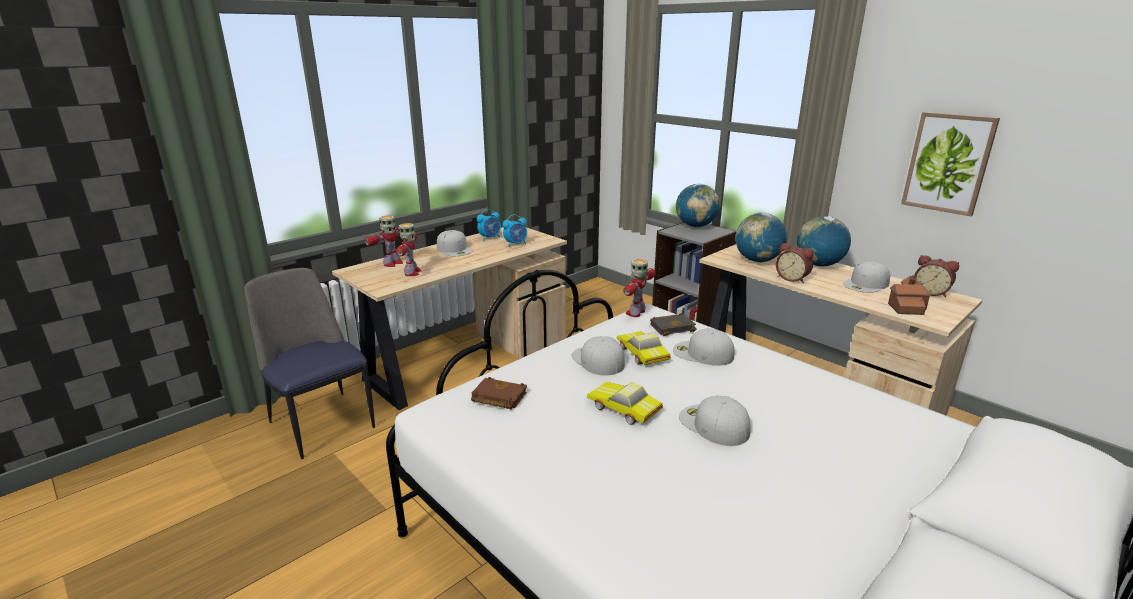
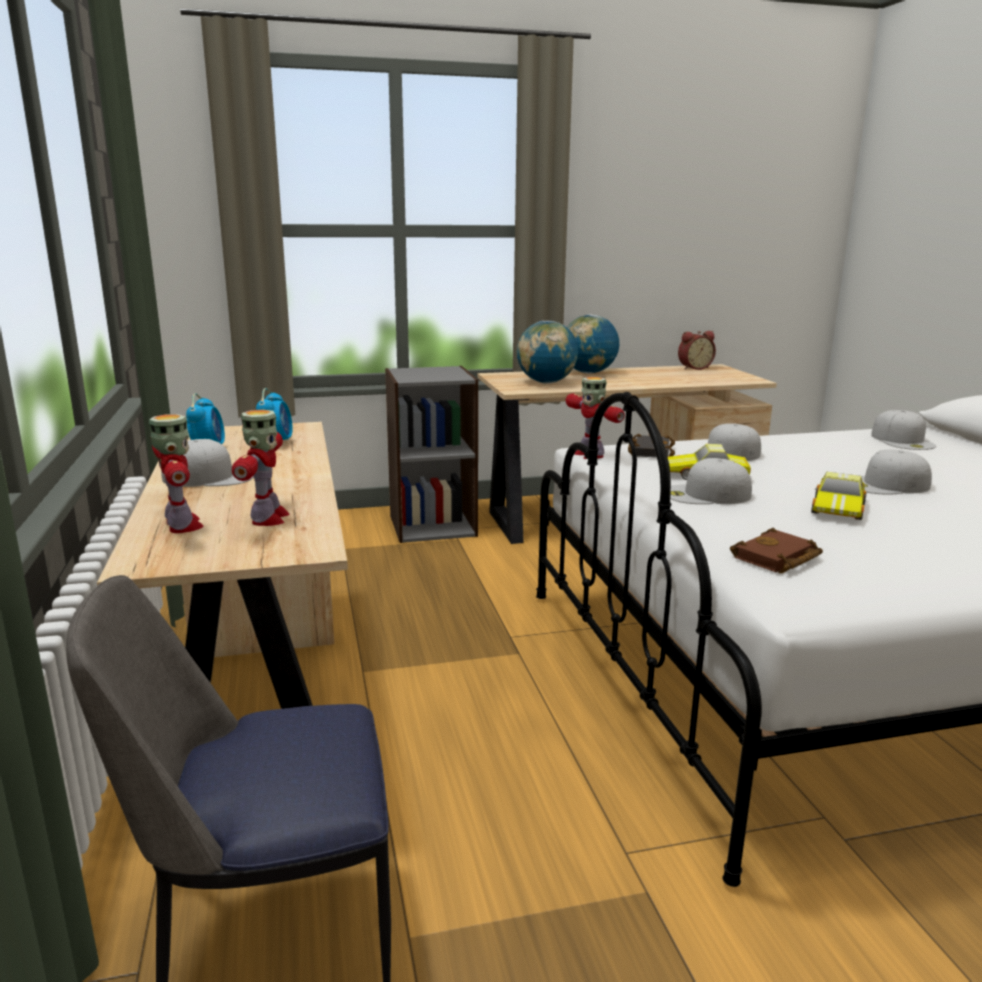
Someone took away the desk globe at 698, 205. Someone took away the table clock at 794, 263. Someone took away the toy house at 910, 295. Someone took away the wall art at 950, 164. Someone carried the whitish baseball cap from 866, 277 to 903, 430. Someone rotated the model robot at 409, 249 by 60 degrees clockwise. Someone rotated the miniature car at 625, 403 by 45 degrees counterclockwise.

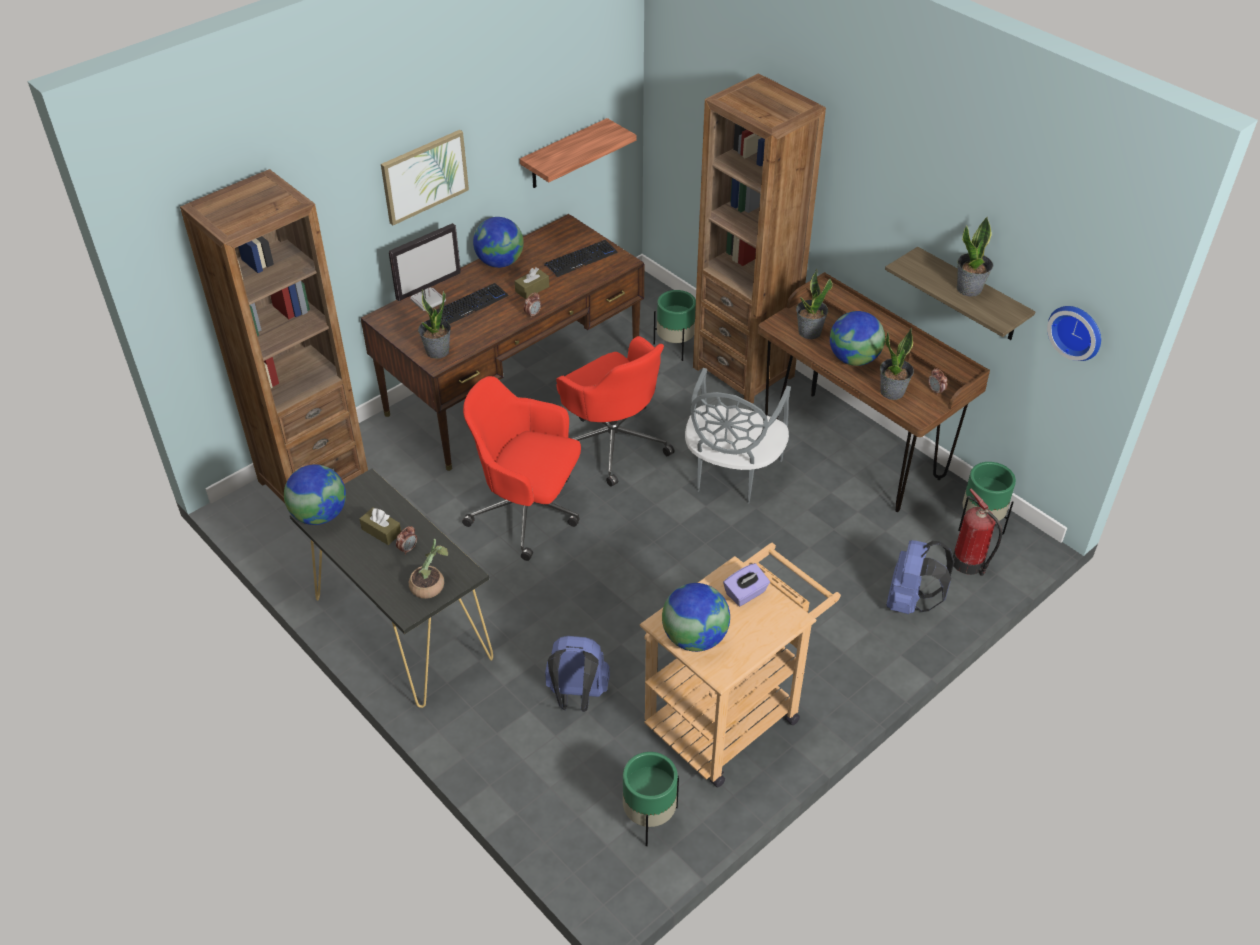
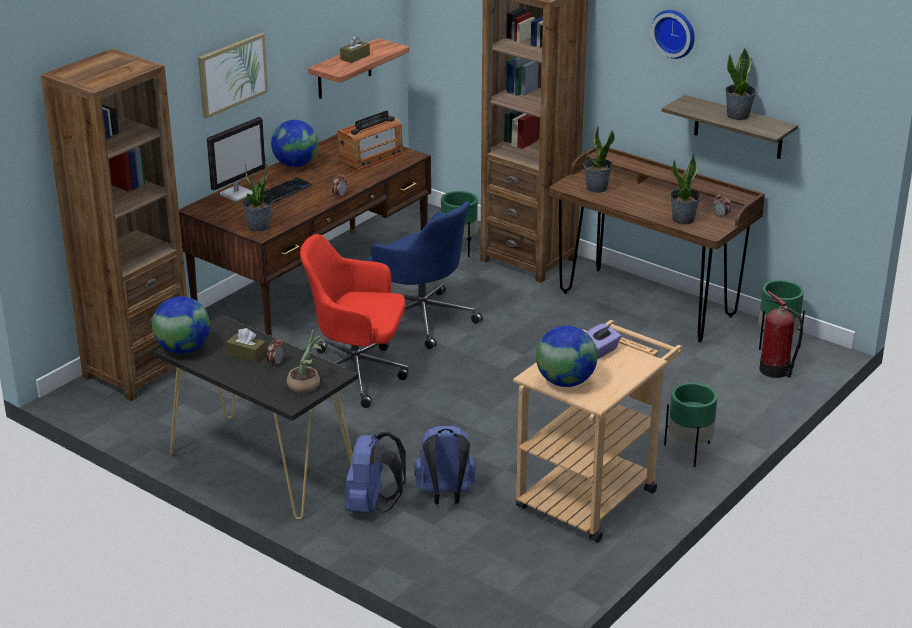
Someone took away the greyish upright chair at 738, 436. Someone took away the desk globe at 857, 338. Someone carried the brown-coloured tissue box from 532, 283 to 355, 49. Someone carried the green plant pot from 651, 799 to 691, 424. Someone carried the blue-coloured rucksack from 920, 577 to 375, 472. Someone carried the clock on the wall from 1074, 333 to 673, 34. Someone swapped the PC keyboard at 581, 258 for the radio receiver at 370, 140. Someone repainted the reddish computer chair at 615, 411, which became the blue-coloured computer chair at 425, 275.

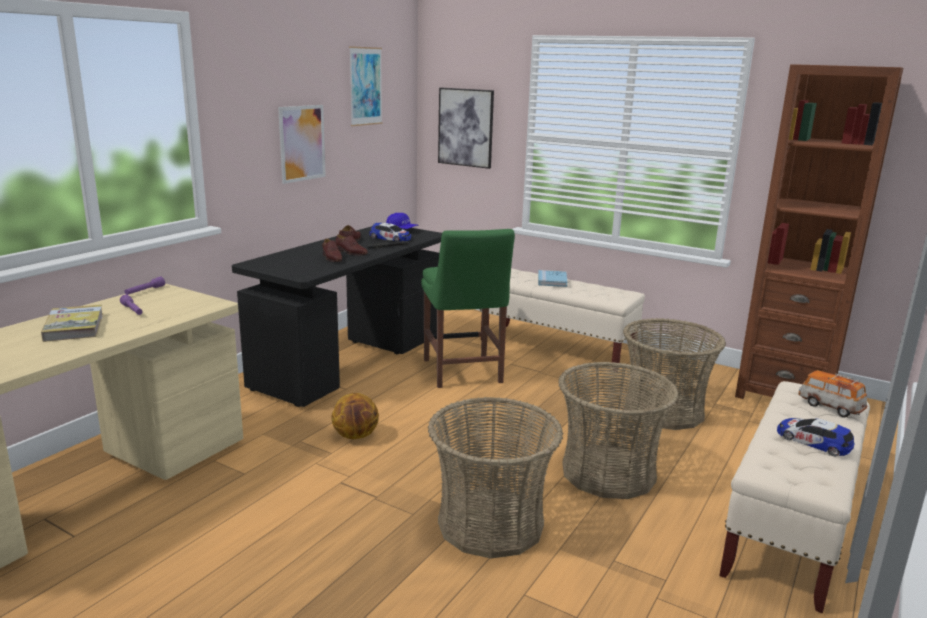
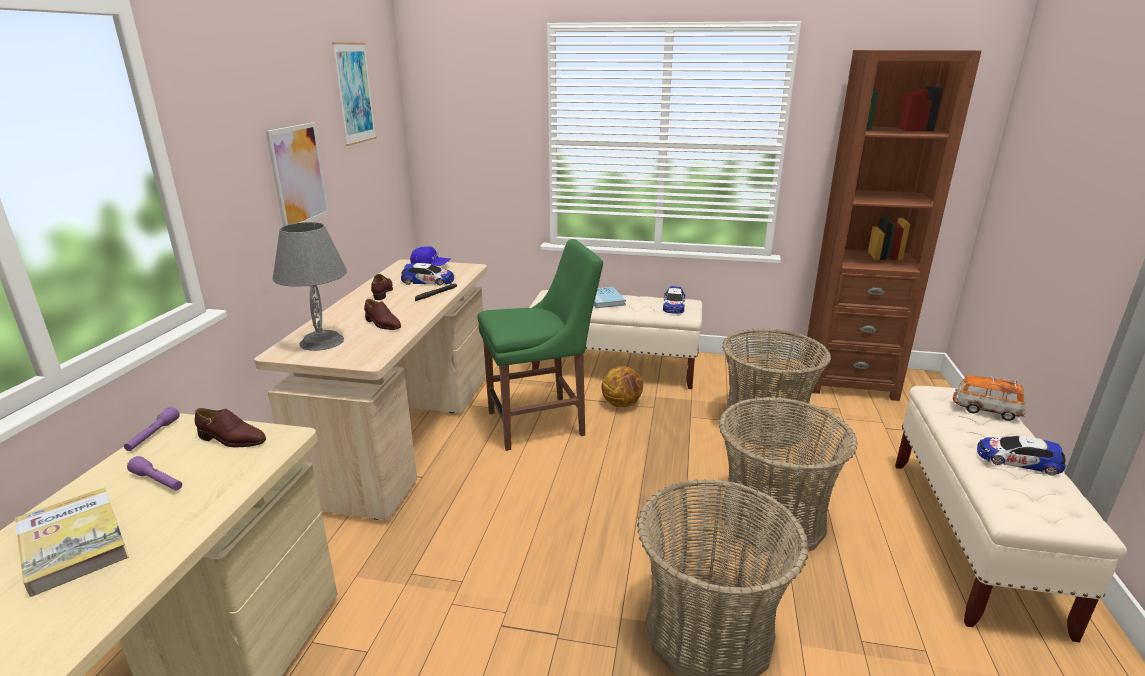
Someone took away the wall art at 466, 128. Someone put down the greyish tabletop lamp at 310, 286. Someone put down the miniature car at 674, 300. Someone carried the basketball from 355, 416 to 622, 386. Someone carried the brown-coloured item of footwear from 351, 245 to 230, 427. Someone repainted the black desk at 337, 316, which became the sand-coloured desk at 370, 389. Someone rotated the green upright chair at 468, 308 by 75 degrees counterclockwise.

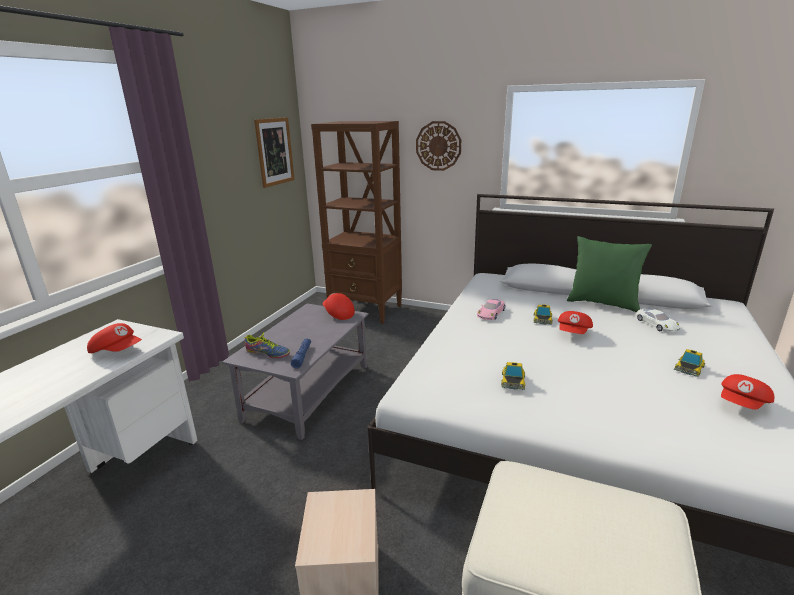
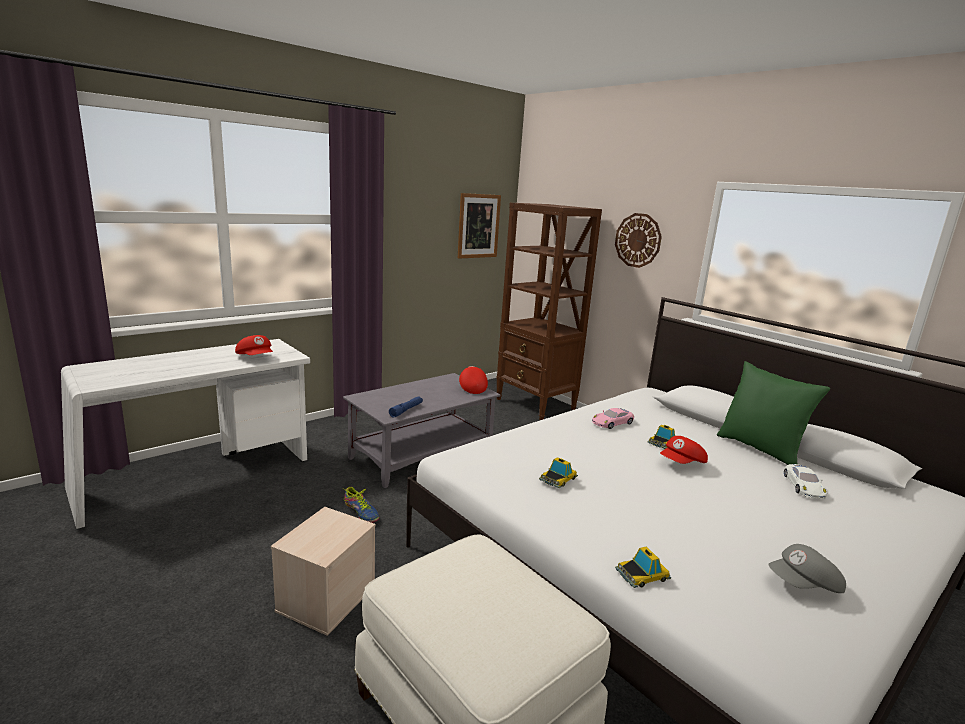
Someone carried the item of footwear from 267, 345 to 361, 505. Someone carried the miniature car from 689, 363 to 643, 567. Someone repainted the reddish baseball cap at 747, 392, which became the greyish baseball cap at 807, 568.

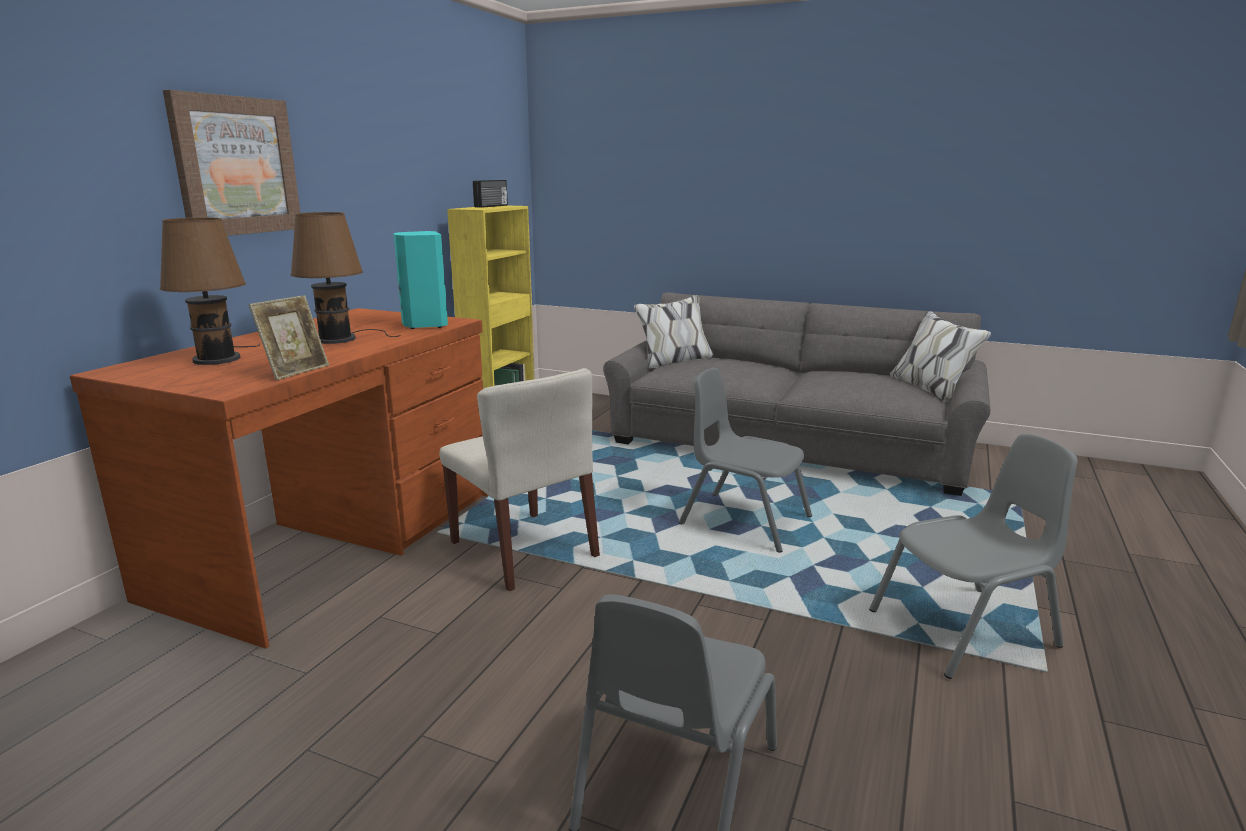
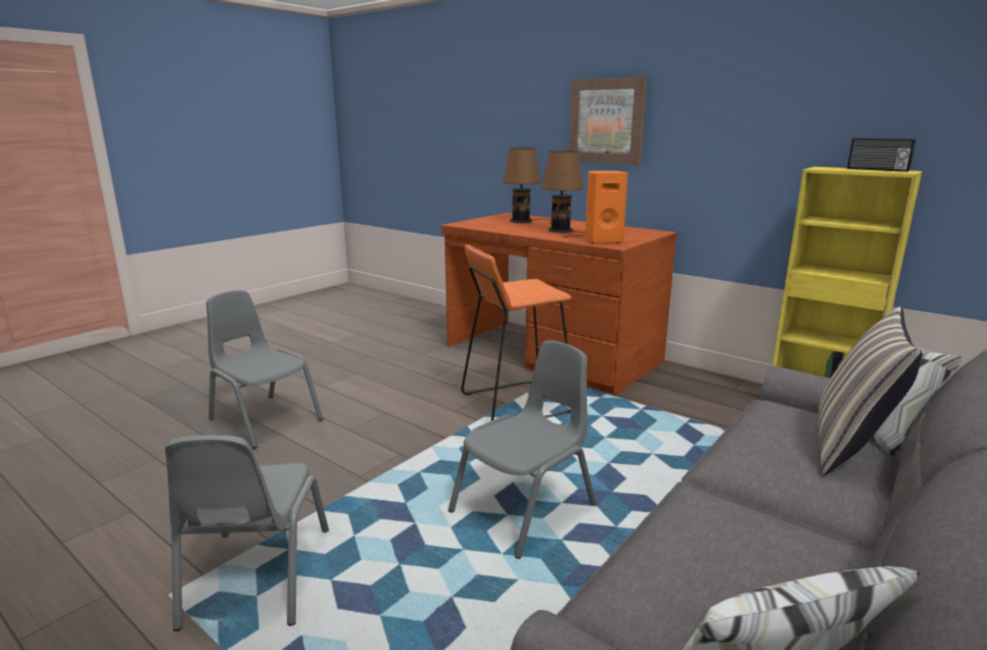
Someone took away the picture frame at 289, 337. Someone put down the pillow at 871, 391. Someone swapped the sand-coloured upright chair at 519, 479 for the orangey sitting stool at 516, 333. Someone repainted the blue-green speaker at 420, 280, which became the orangey speaker at 606, 207.

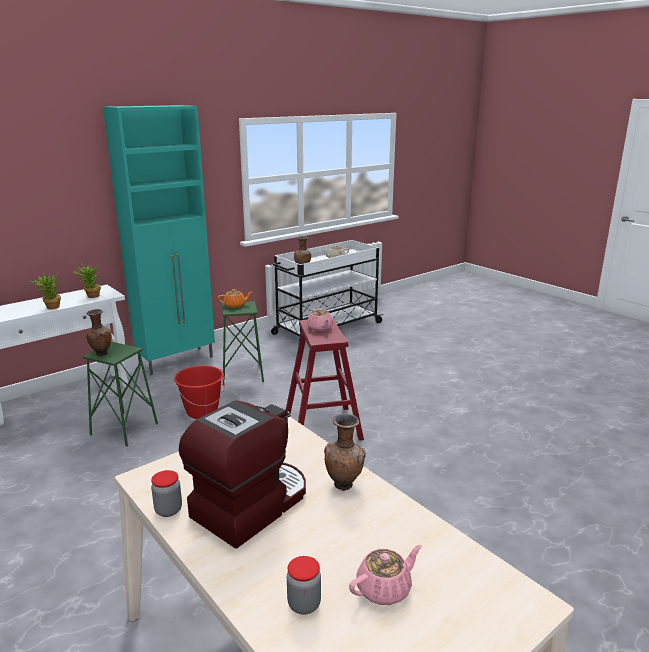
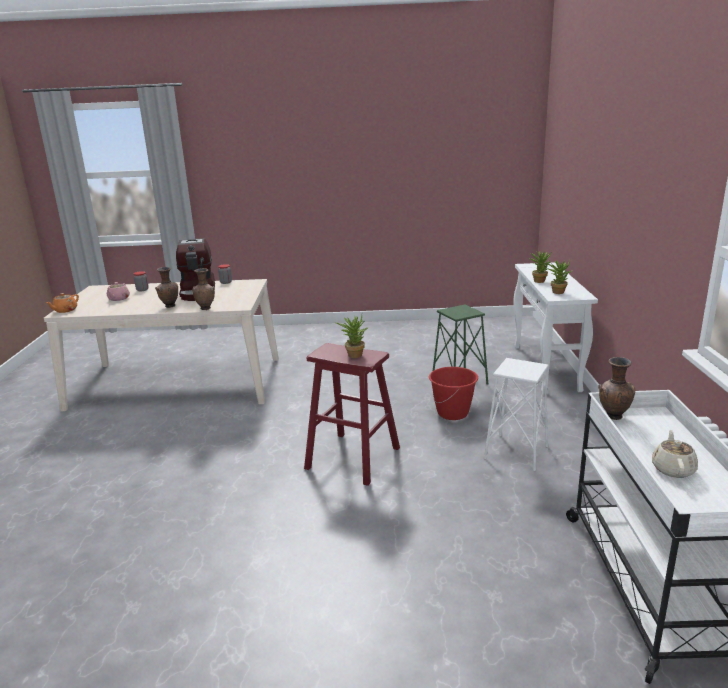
Someone took away the blue-green cupboard at 159, 240. Someone carried the brown-coloured vase from 99, 332 to 203, 289. Someone carried the orangey tea pot from 235, 298 to 62, 303. Someone swapped the pink-coloured tea pot at 320, 319 for the plant in a pot at 352, 336. Someone repainted the green sitting stool at 243, 343, which became the whitish sitting stool at 516, 414.

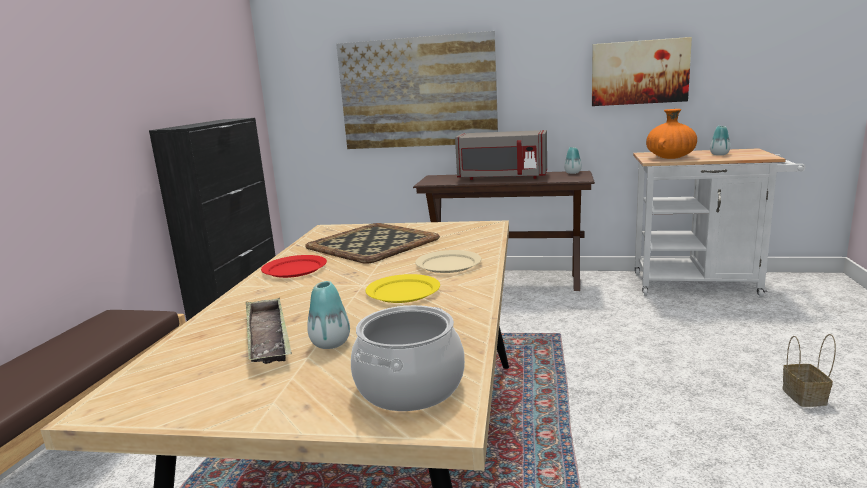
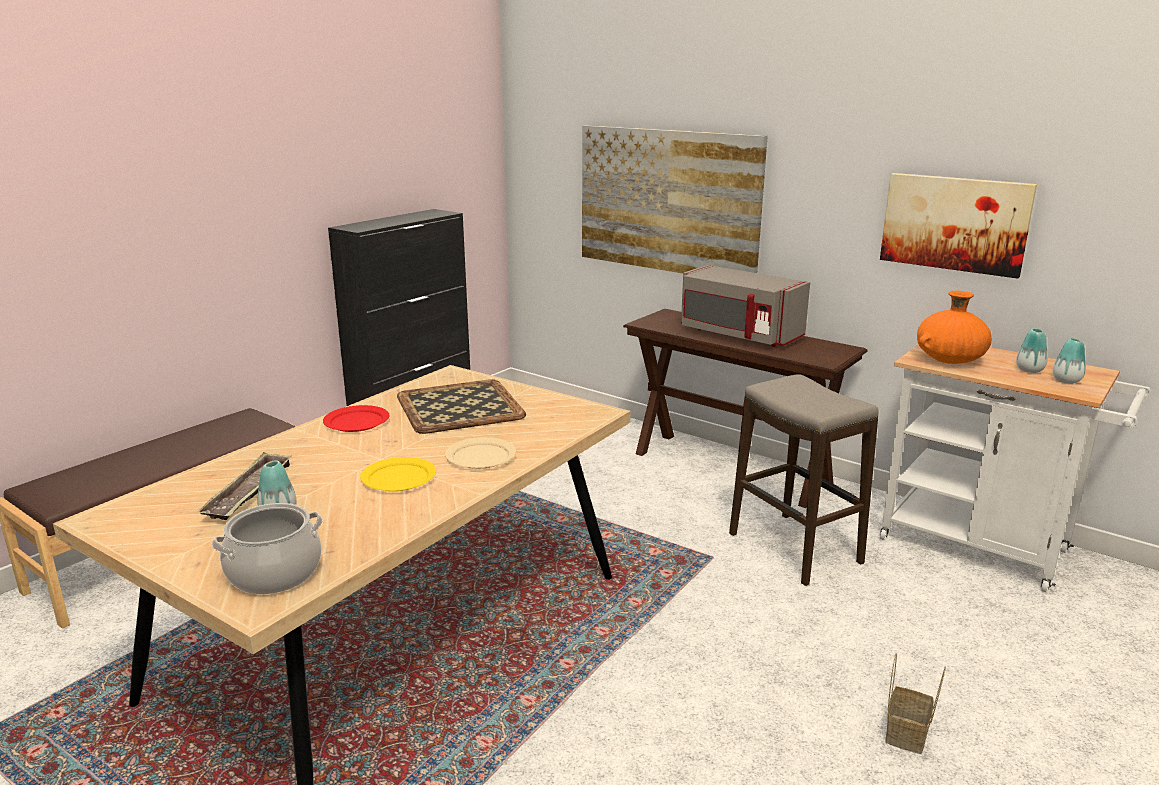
Someone put down the sitting stool at 803, 480. Someone carried the vase from 573, 160 to 1069, 361.

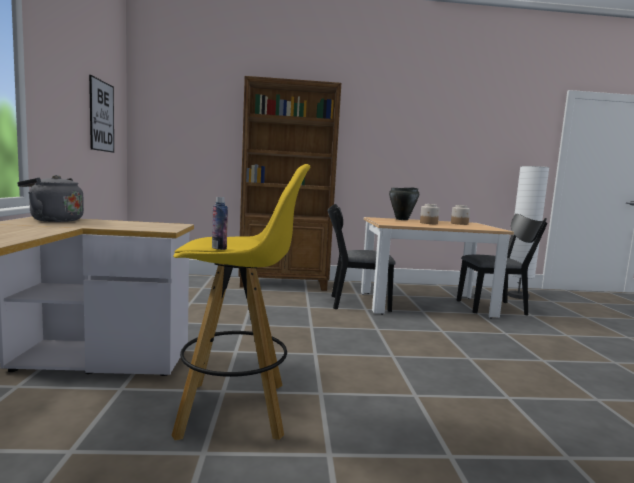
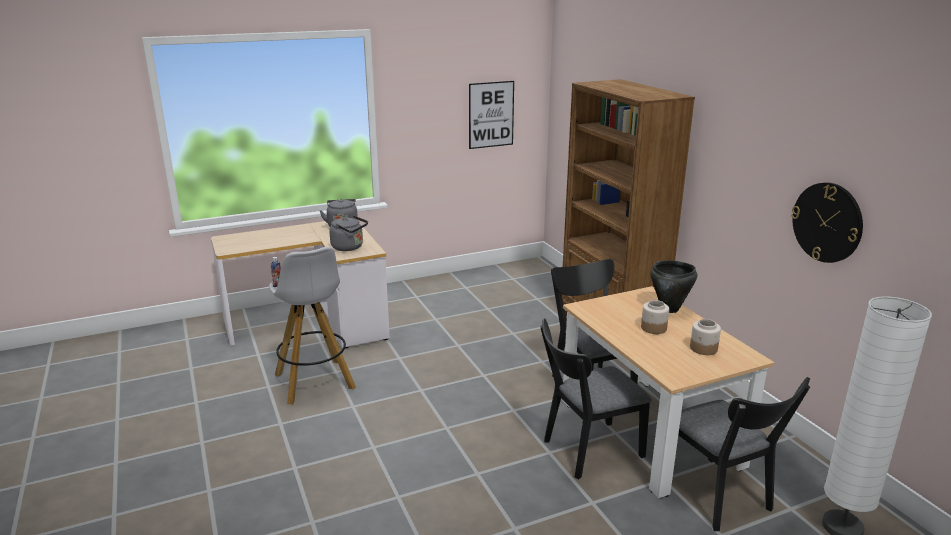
Someone put down the greyish kettle at 348, 233. Someone put down the black upright chair at 596, 398. Someone put up the clock on the wall at 827, 222. Someone repainted the yellow sitting stool at 241, 302, which became the whitish sitting stool at 312, 325.

